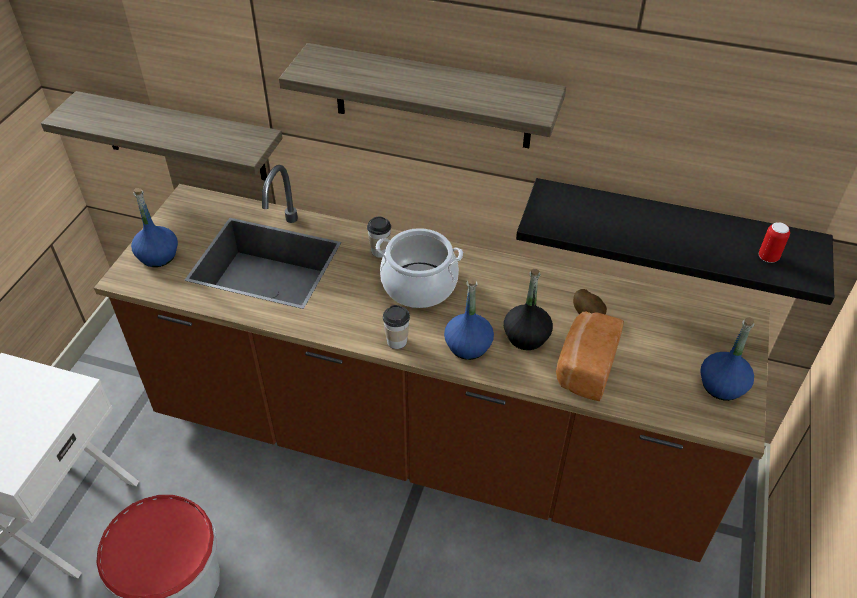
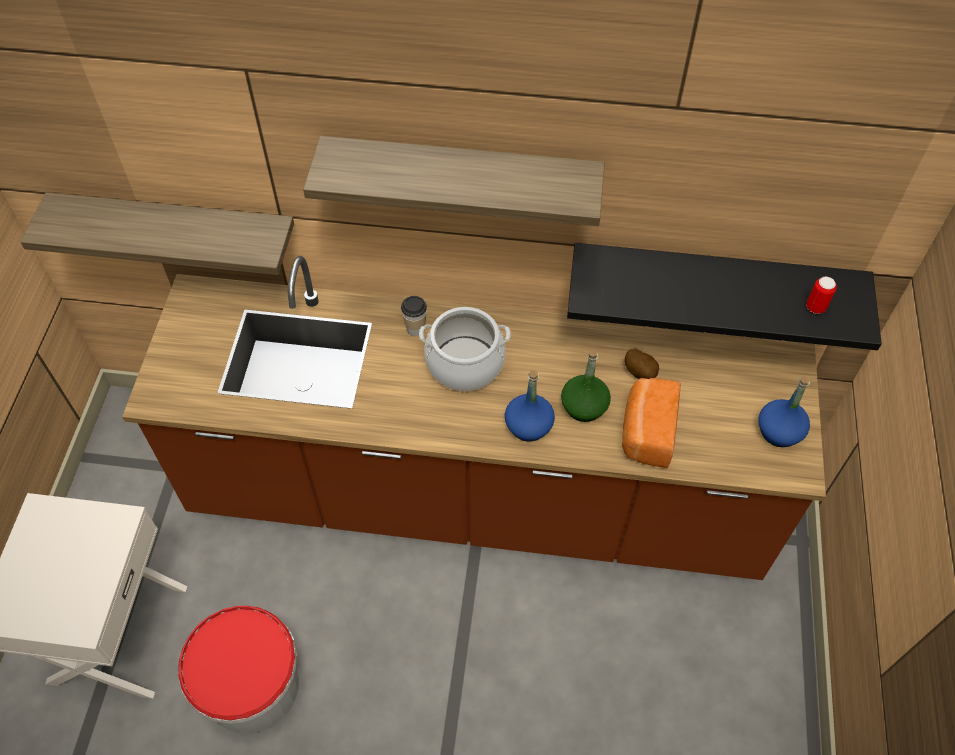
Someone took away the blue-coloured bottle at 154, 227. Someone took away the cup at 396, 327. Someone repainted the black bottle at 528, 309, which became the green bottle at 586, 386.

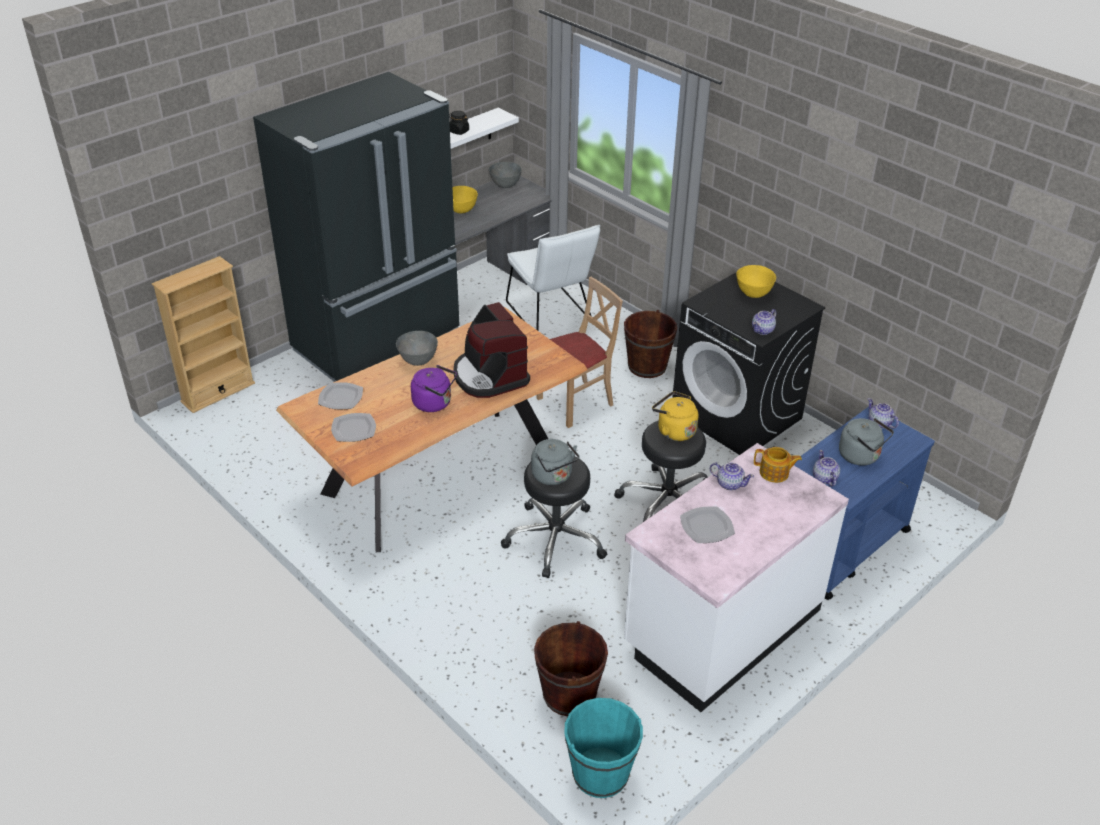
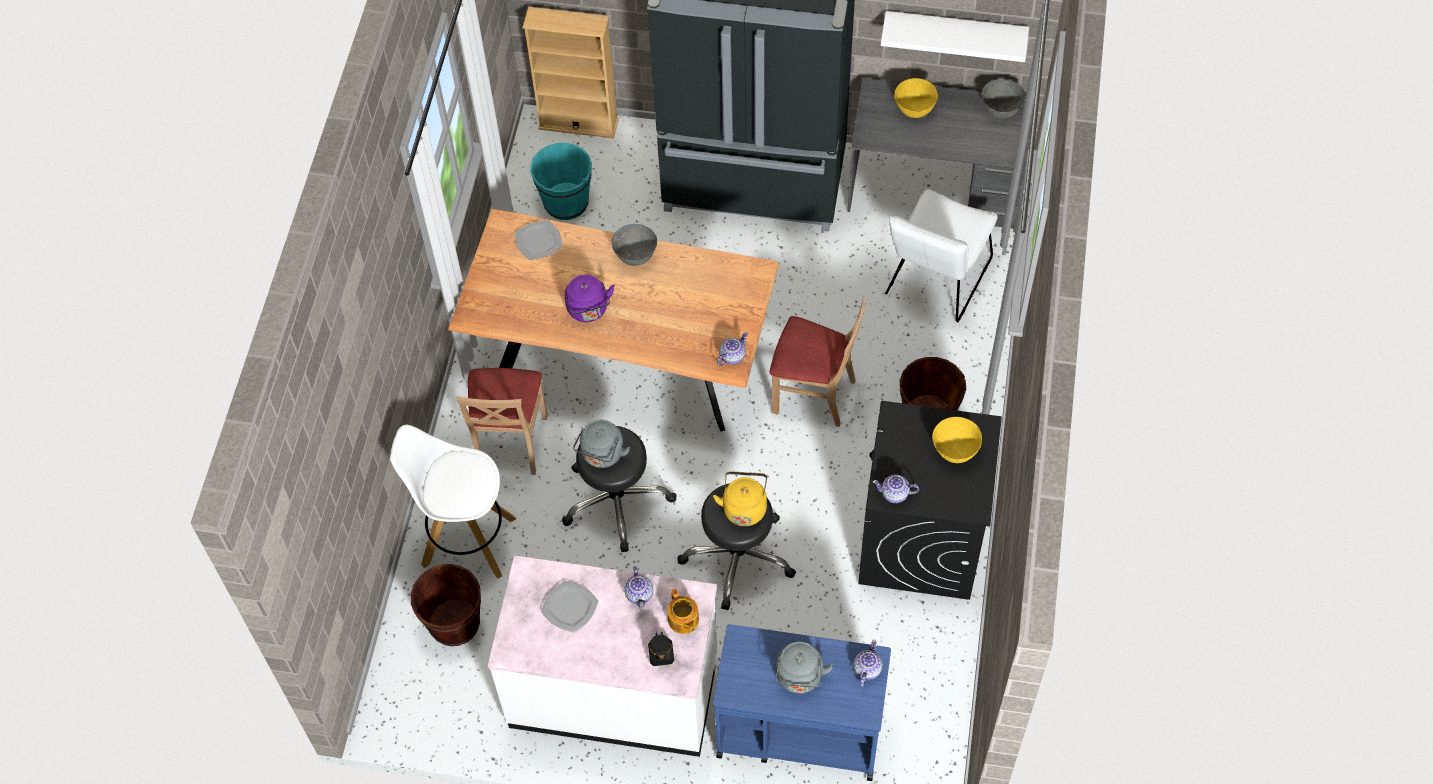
Someone took away the plate at 353, 427. Someone took away the coffee machine at 491, 350. Someone put down the whitish sitting stool at 453, 502. Someone put down the sand-coloured upright chair at 502, 421. Someone carried the black storage jar from 459, 123 to 661, 649. Someone carried the blue-green pail from 603, 748 to 561, 181. Someone carried the tea pot from 826, 468 to 732, 349.

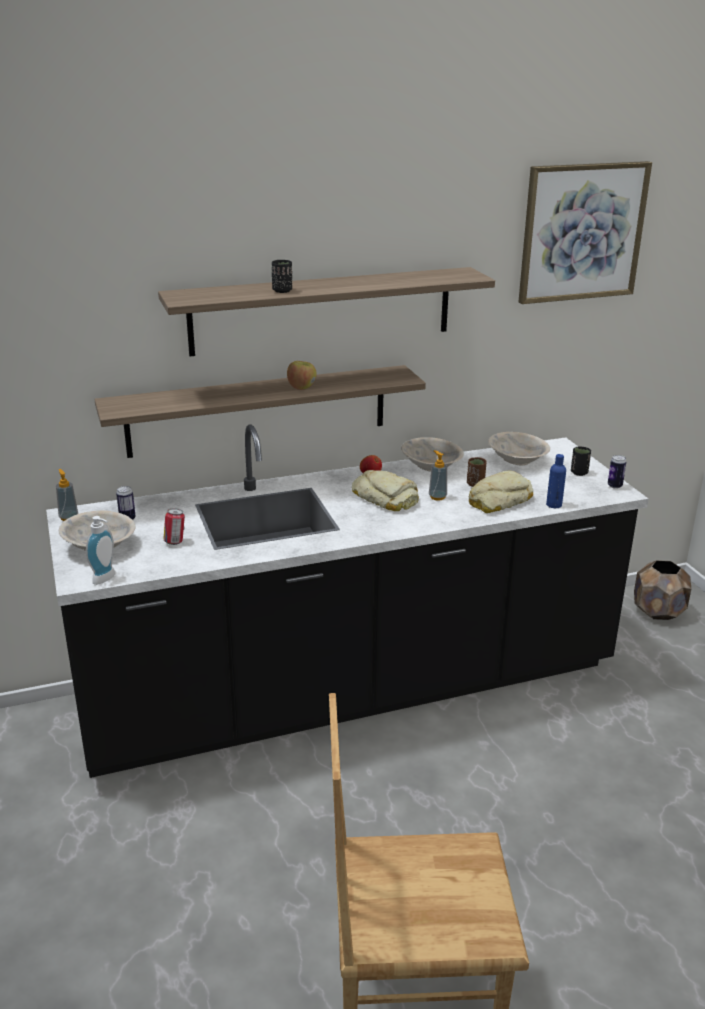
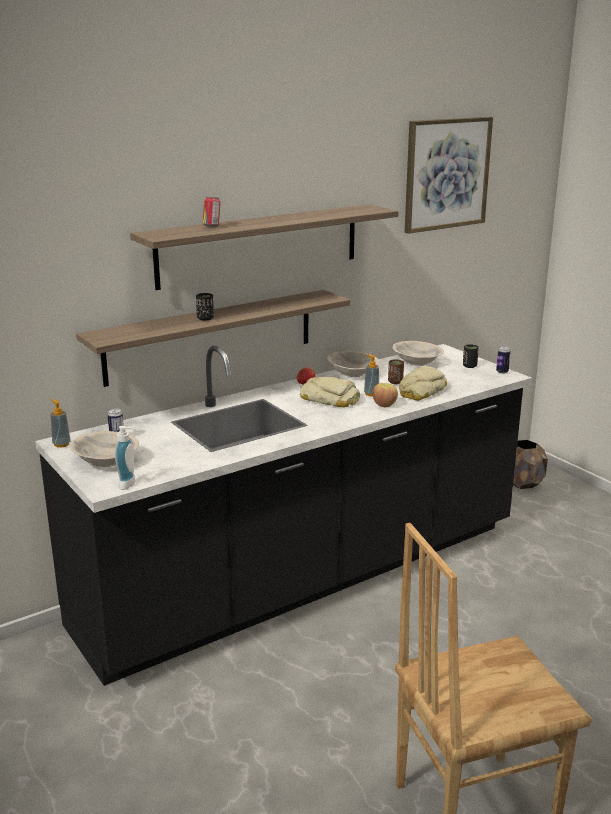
Someone took away the blue-coloured bottle at 556, 481. Someone carried the sealed can from 174, 526 to 211, 212. Someone carried the black cup from 282, 276 to 205, 307. Someone carried the whole apple from 302, 375 to 385, 395.

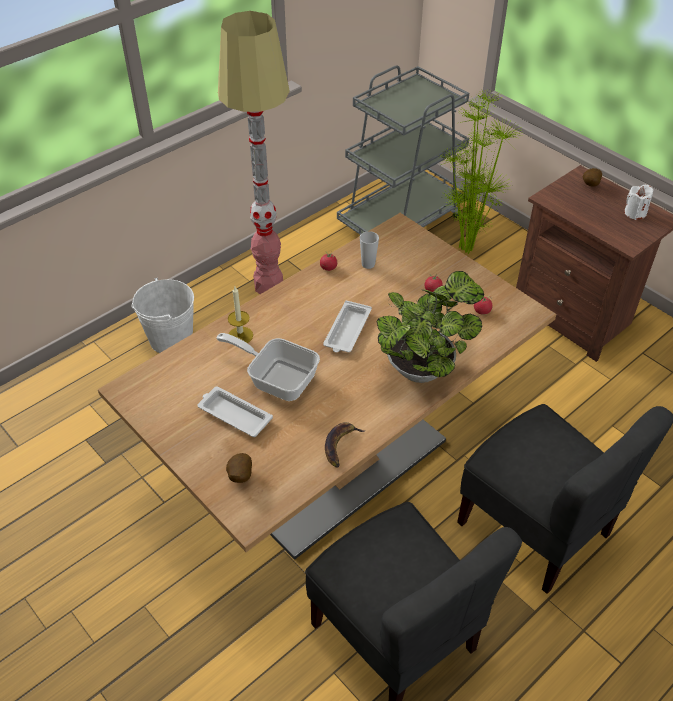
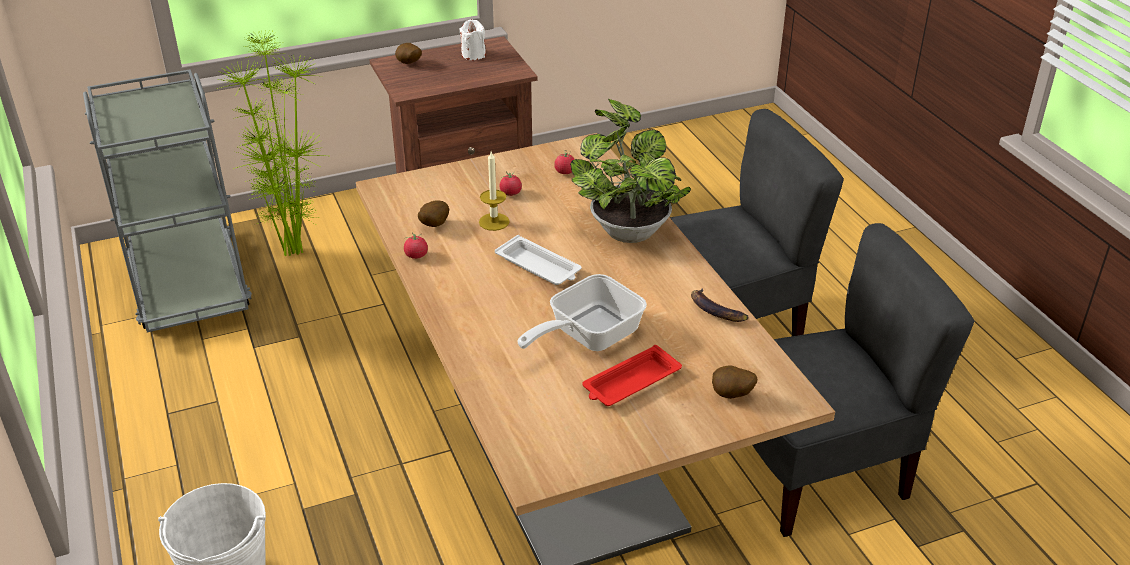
Someone took away the standard lamp at 254, 152. Someone carried the wax candle from 240, 315 to 494, 191. Someone swapped the cup at 369, 250 for the potato at 433, 213. Someone repainted the whitish tray at 235, 412, which became the reddish tray at 632, 375.

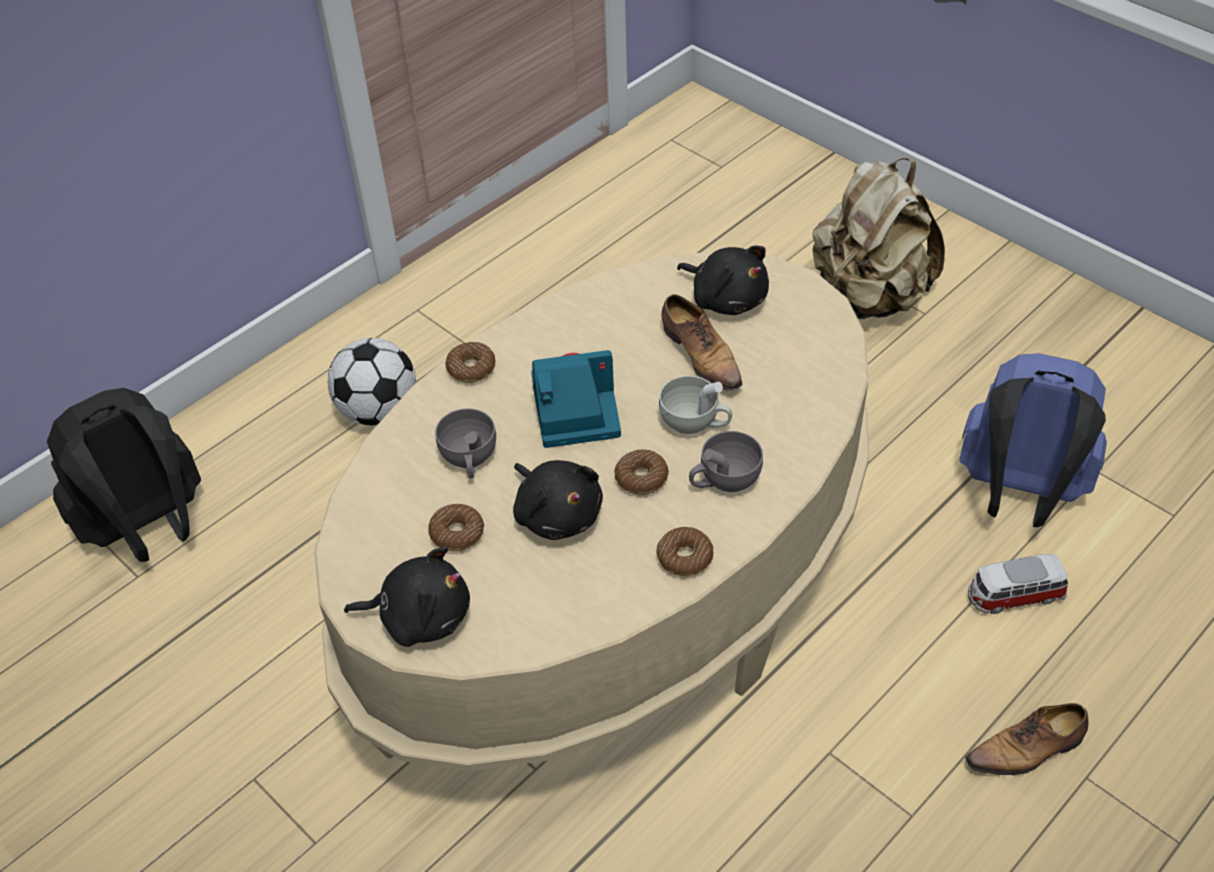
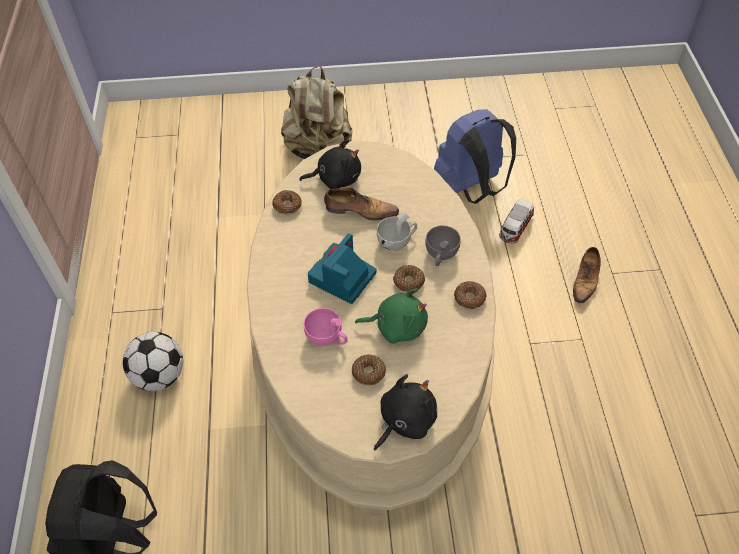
Someone carried the doughnut from 471, 362 to 287, 202. Someone repainted the greyish cup at 465, 443, which became the pink-coloured cup at 326, 327. Someone repainted the black cuddly toy at 558, 500, which became the green cuddly toy at 391, 316.

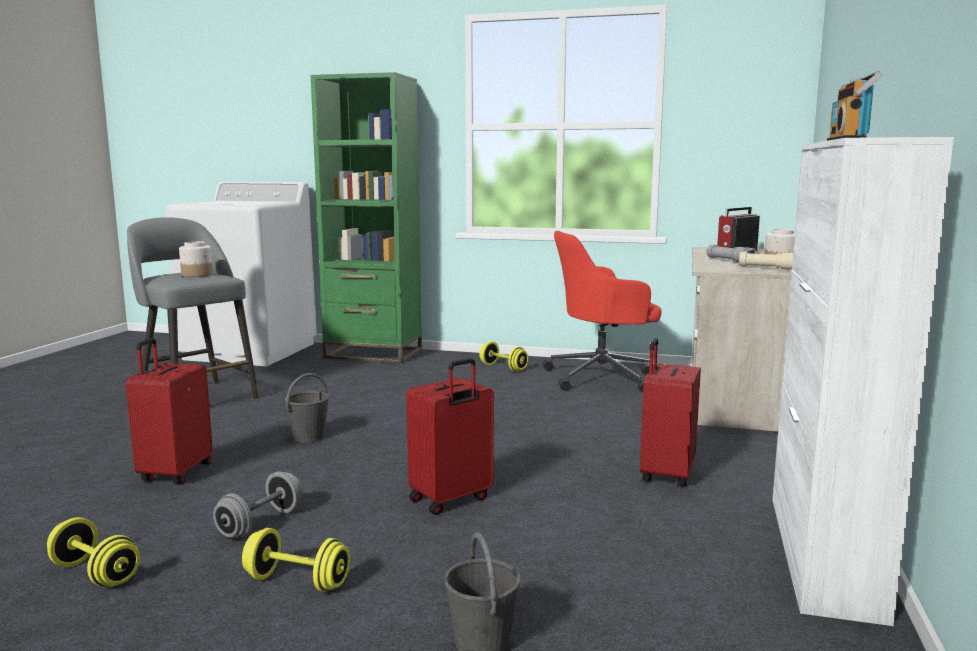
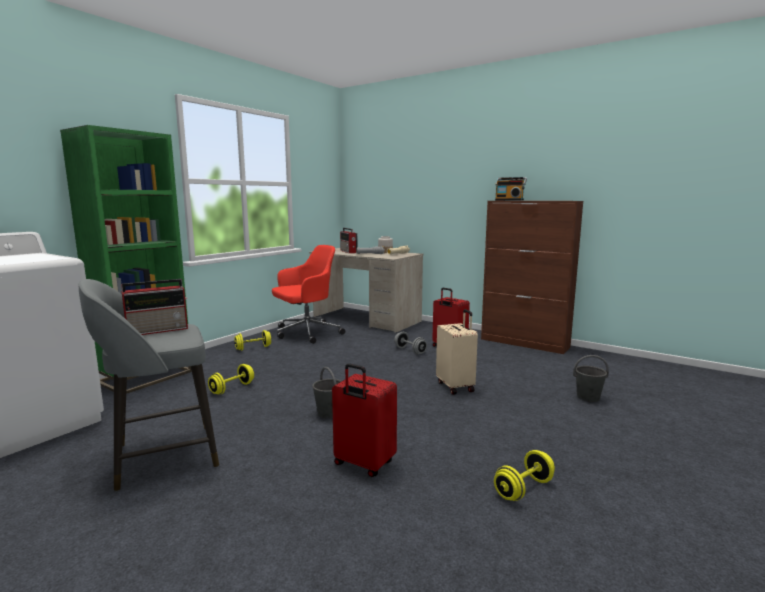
Someone carried the greyish free weight from 257, 504 to 410, 343. Someone carried the yellow free weight from 296, 560 to 231, 379. Someone swapped the storage jar at 196, 259 for the radio receiver at 154, 307. Someone repainted the reddish suitcase at 450, 436, which became the sand-coloured suitcase at 457, 352. Someone repainted the whitish cupboard at 863, 381, which became the brown-coloured cupboard at 532, 277. Someone rotated the reddish computer chair at 602, 312 by 135 degrees counterclockwise.

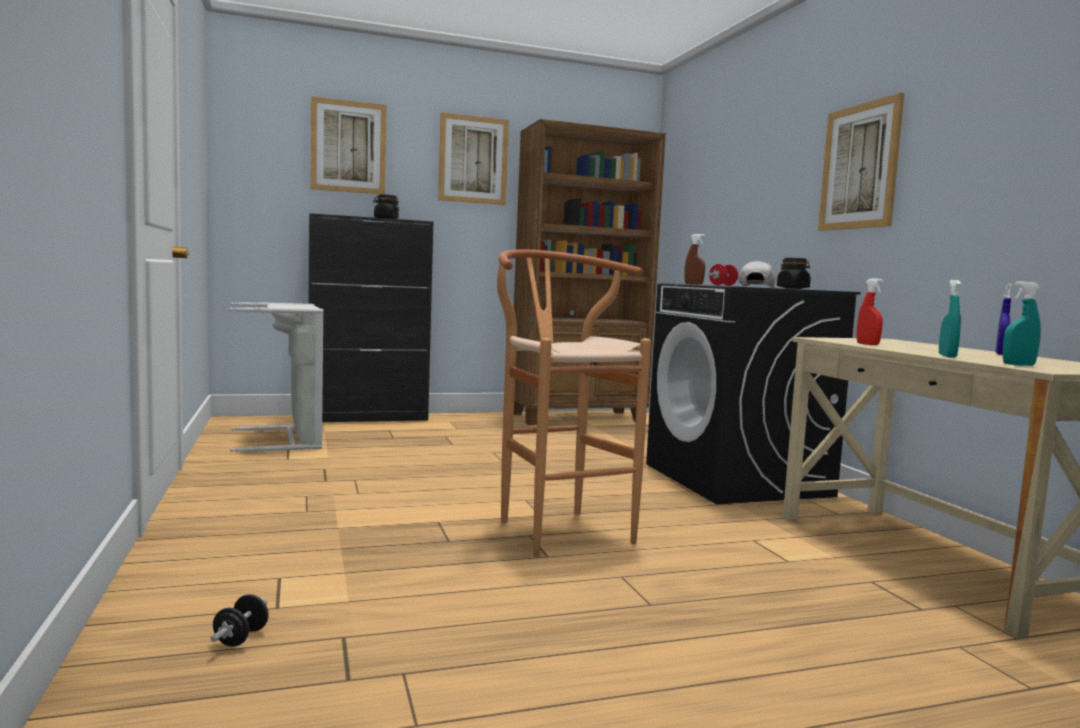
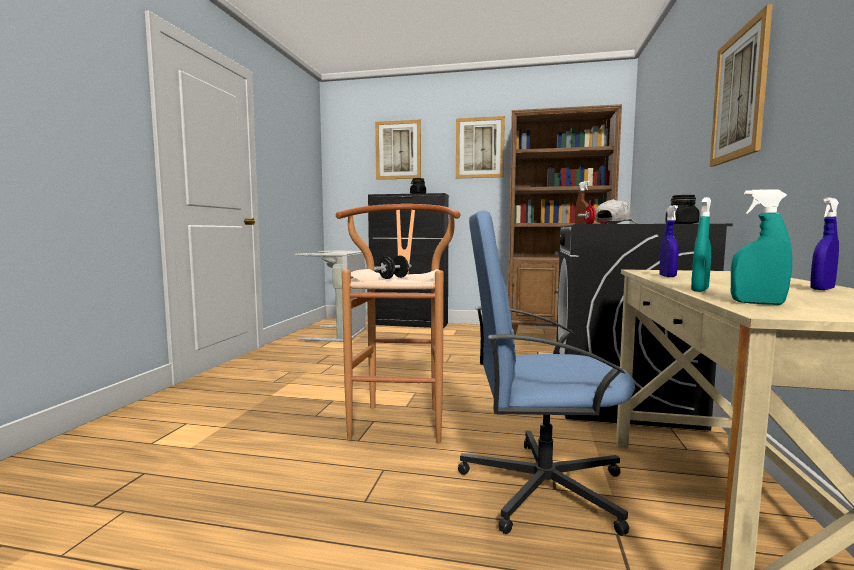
Someone put down the blue-coloured computer chair at 546, 373. Someone carried the black free weight from 239, 620 to 392, 267. Someone repainted the reddish sprayer at 870, 312, which became the blue-coloured sprayer at 669, 241.

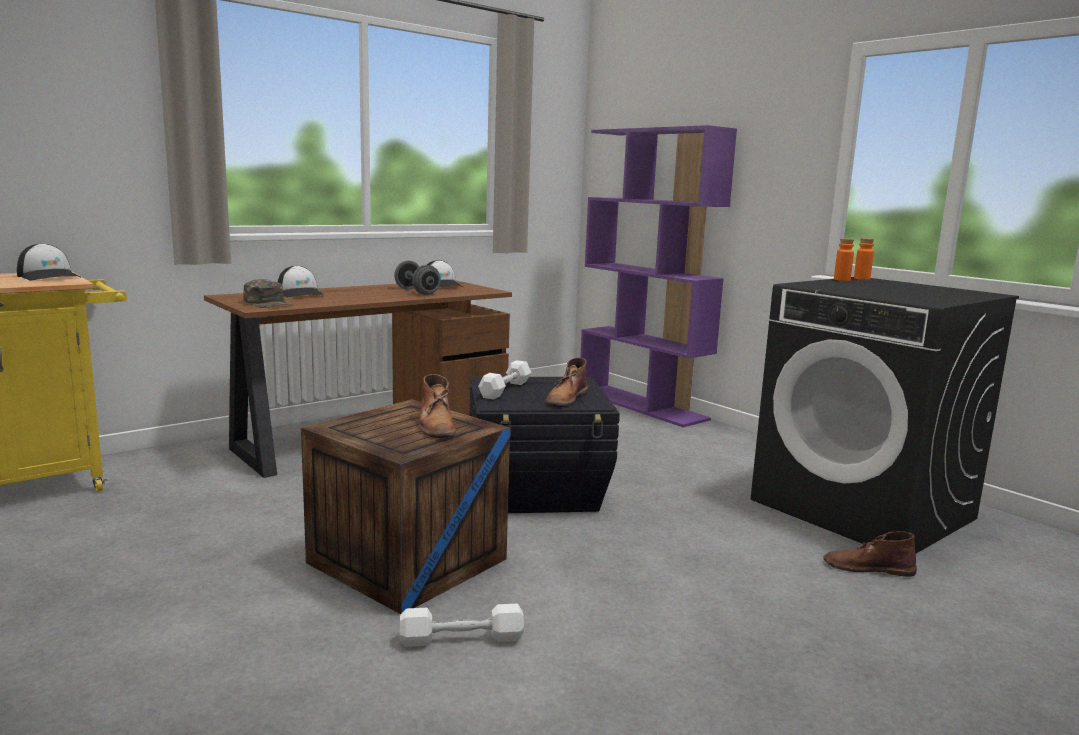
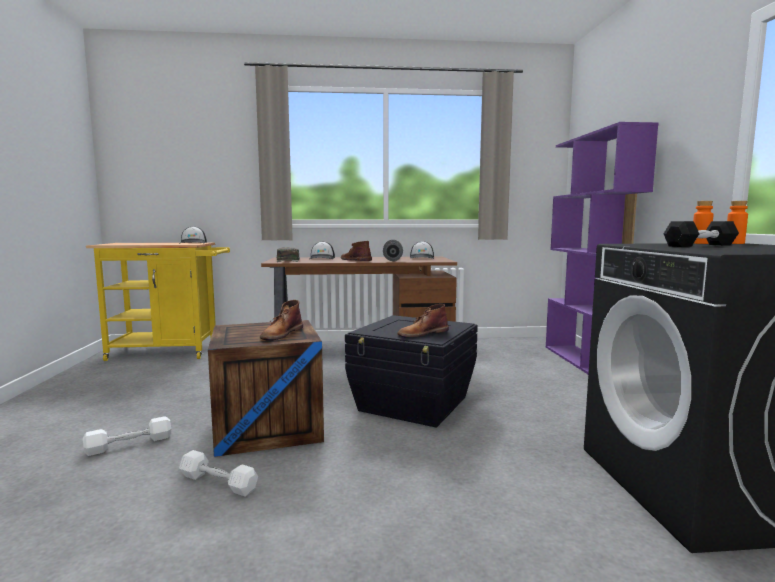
Someone put down the black free weight at 701, 234. Someone carried the whitish free weight from 504, 379 to 127, 436. Someone carried the brown-coloured tall boot from 870, 554 to 356, 251.

